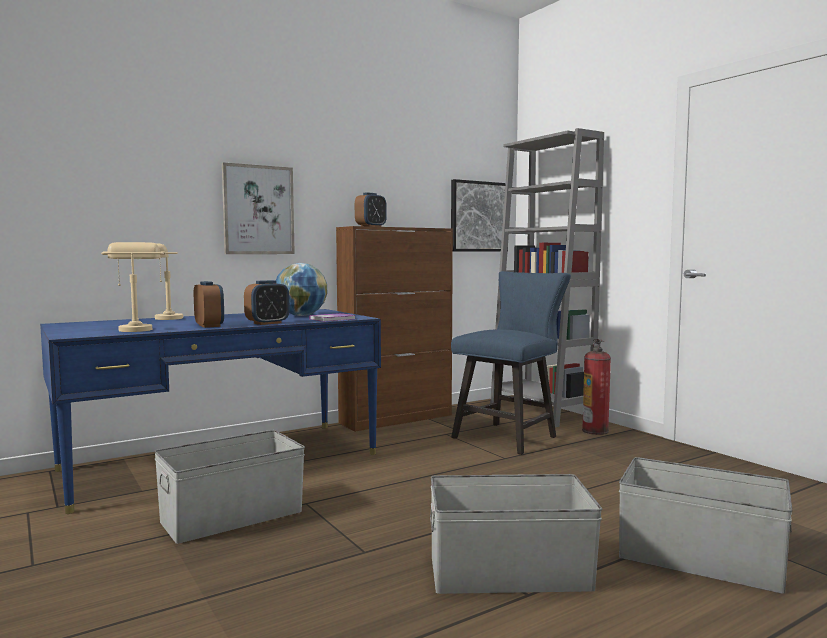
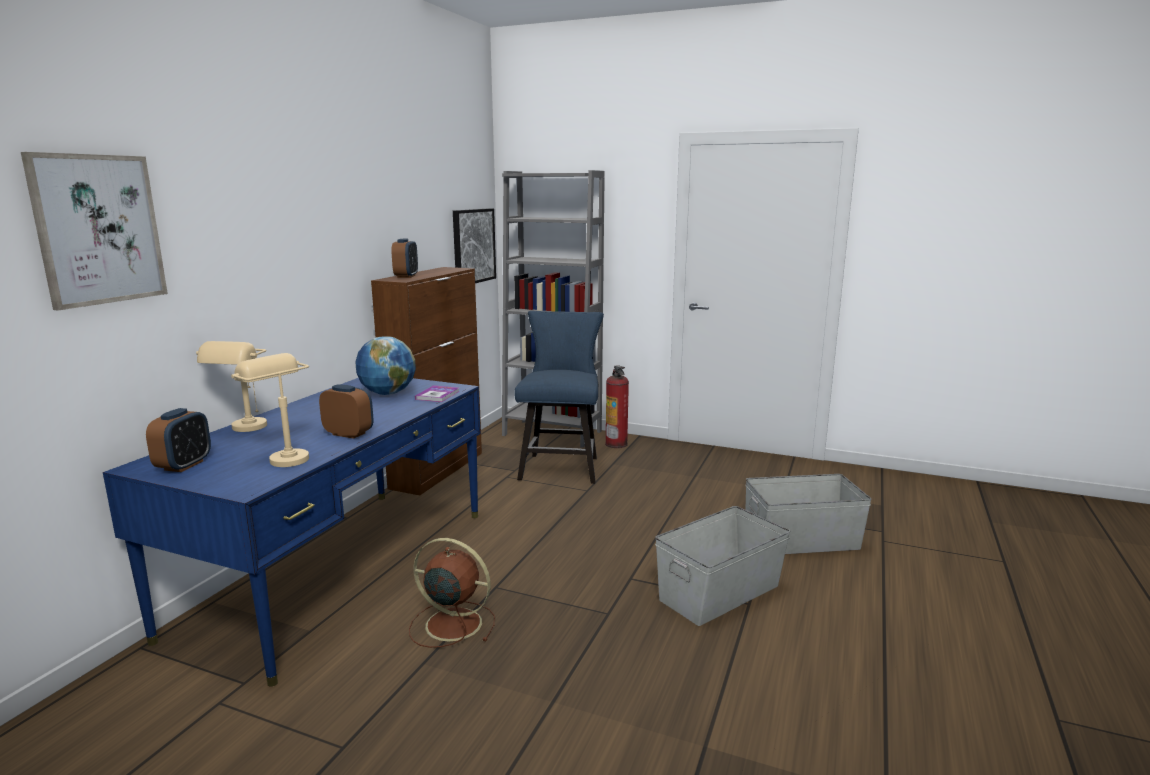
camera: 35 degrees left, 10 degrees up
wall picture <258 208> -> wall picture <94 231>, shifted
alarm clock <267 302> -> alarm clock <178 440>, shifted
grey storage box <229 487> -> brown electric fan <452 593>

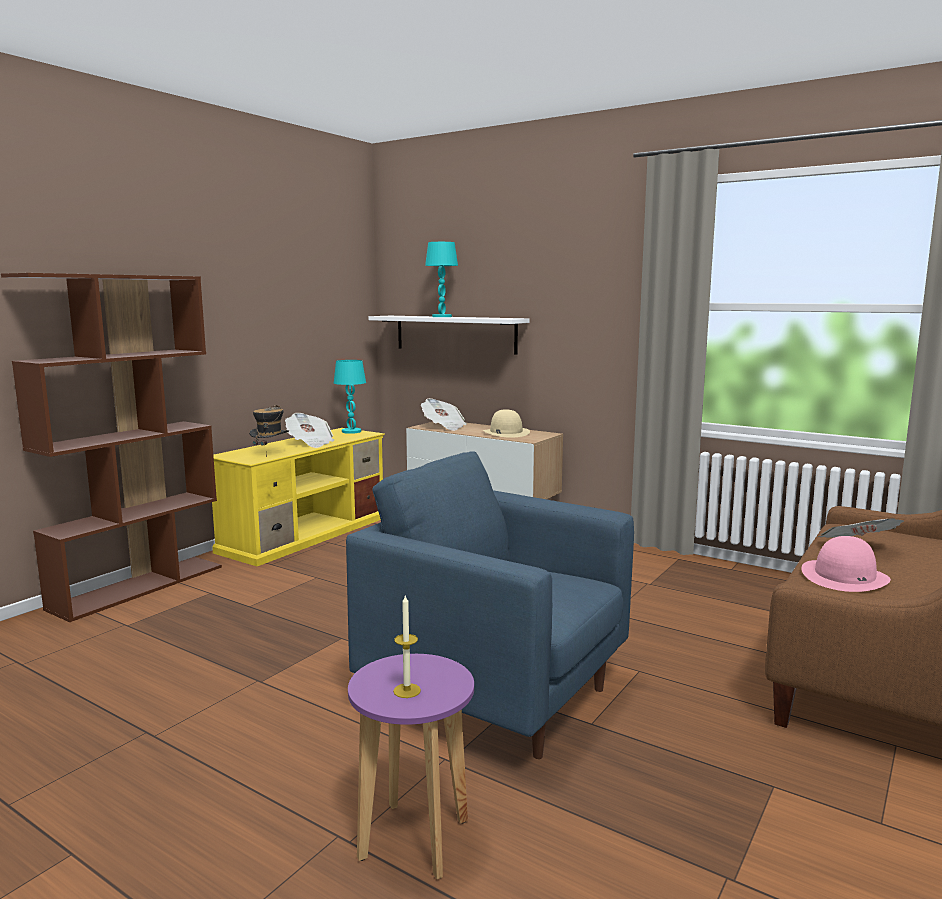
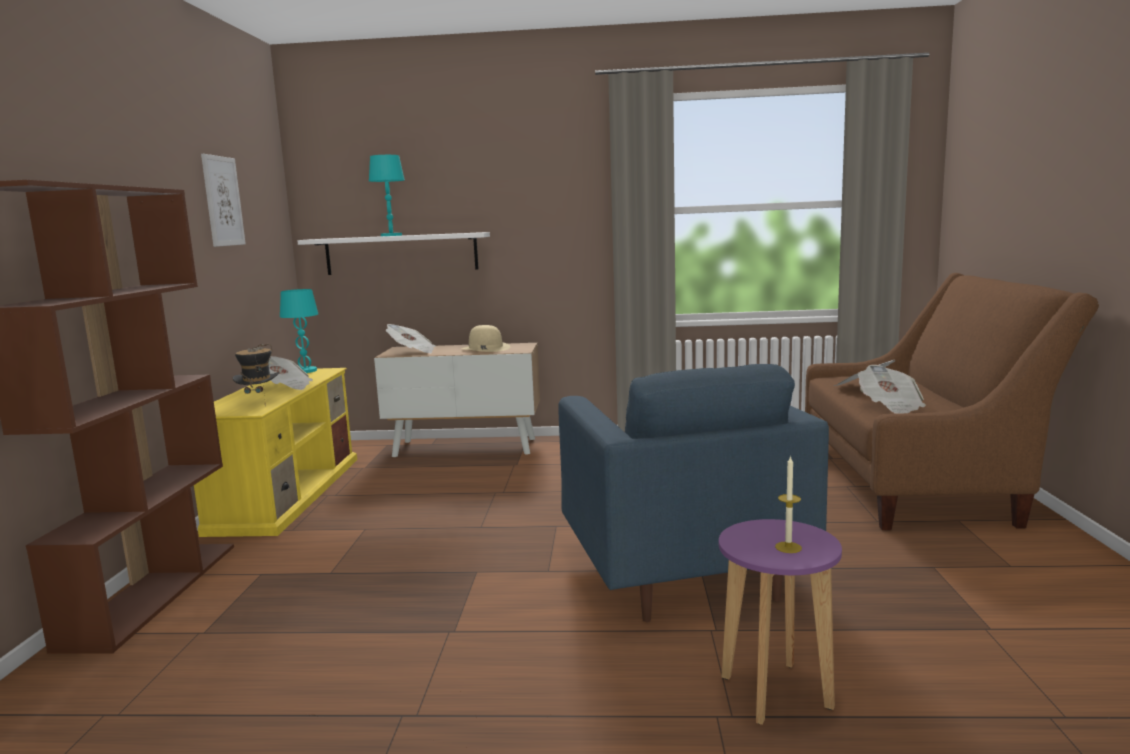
camera: 30 degrees left, 0 degrees up
none -> wall picture <223 200>
pink-coloured hat <846 564> -> daily paper <892 389>
blue lounge chair <490 605> -> blue lounge chair <693 493>, 105 degrees counterclockwise

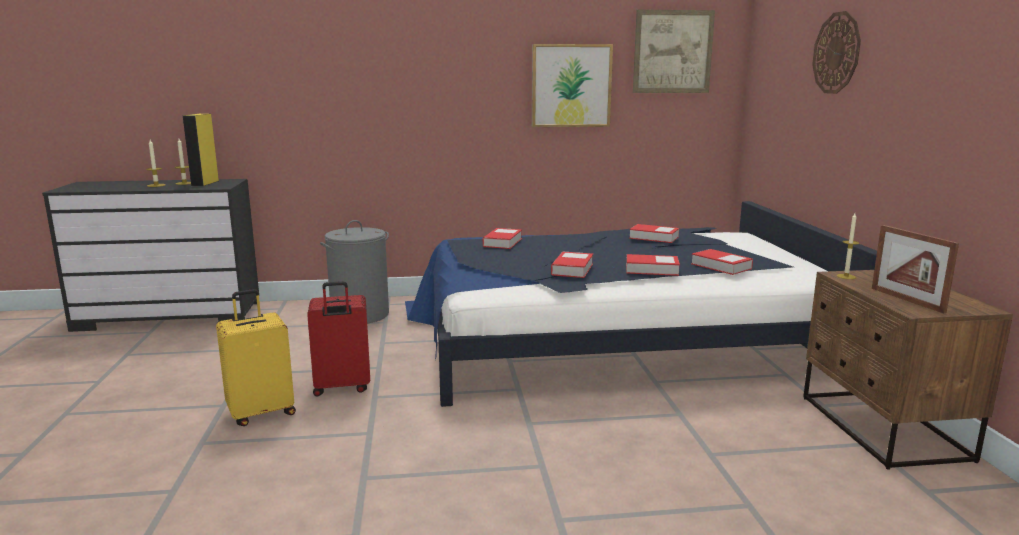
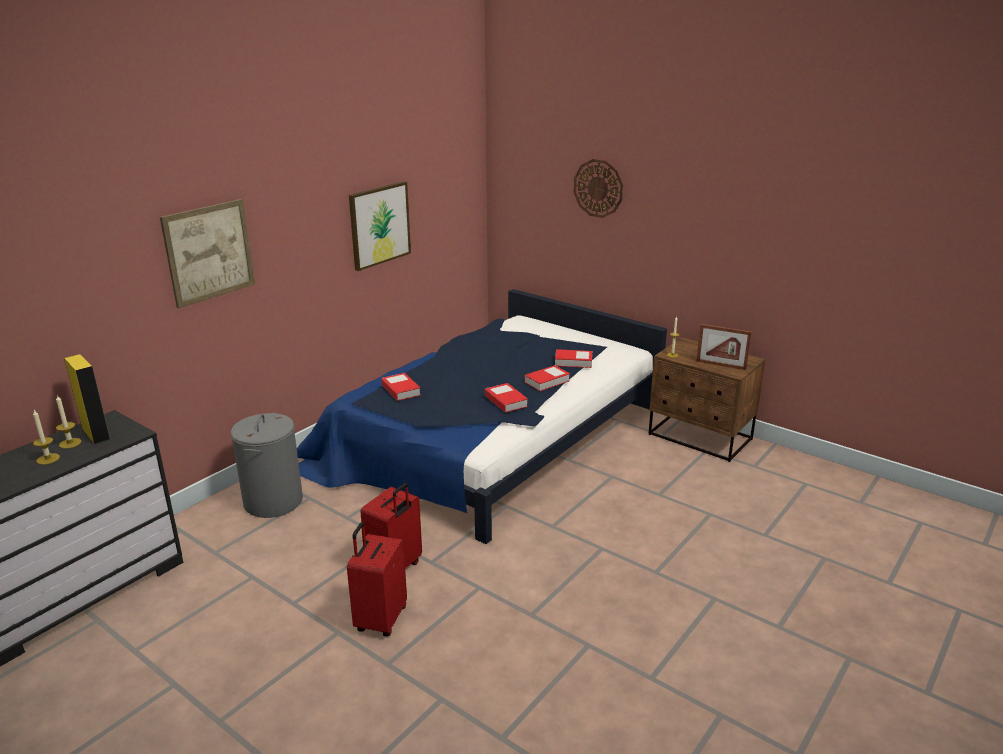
camera: 45 degrees left, 10 degrees up
volume <654 233> -> none
wall picture <674 51> -> wall picture <207 253>, shifted
yellow piece of luggage <256 357> -> red-coloured piece of luggage <377 579>

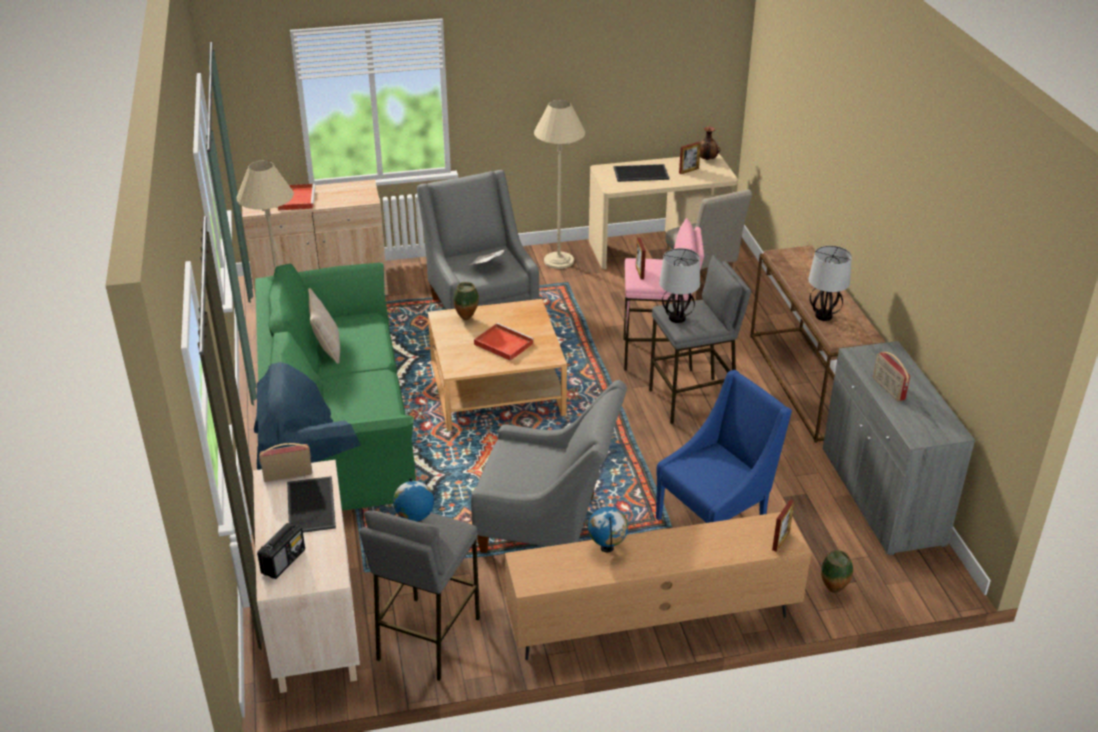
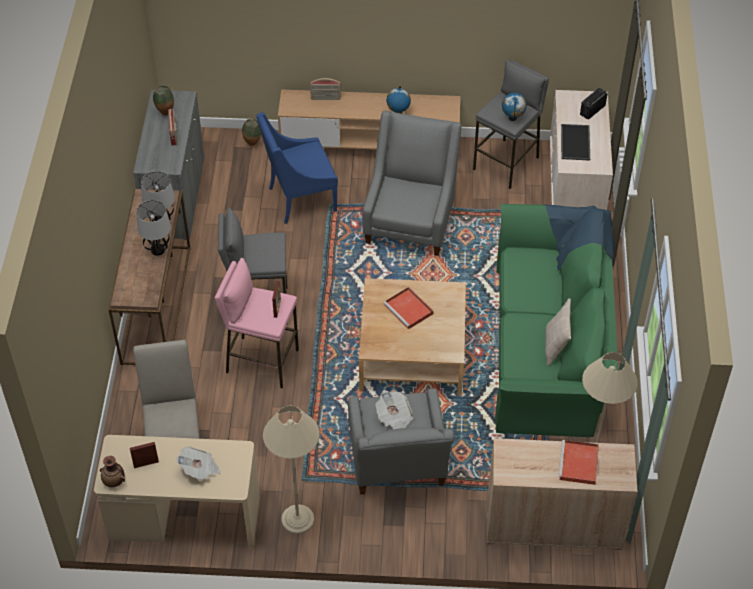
camera: 165 degrees left, 15 degrees up
photo frame <783 525> -> none
radio <286 462> -> radio <325 89>, shifted
vase <466 301> -> vase <163 100>, shifted
table lamp <679 285> -> table lamp <153 228>, shifted
serving tray <641 173> -> daily paper <198 463>
grey lounge chair <549 466> -> grey lounge chair <411 183>, 75 degrees clockwise

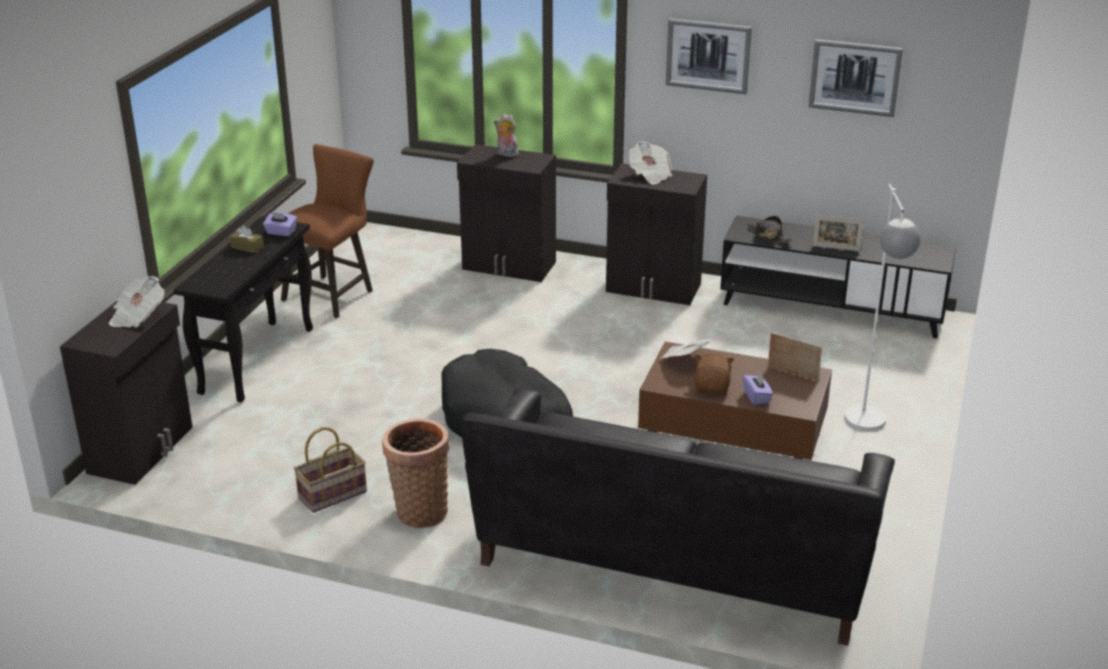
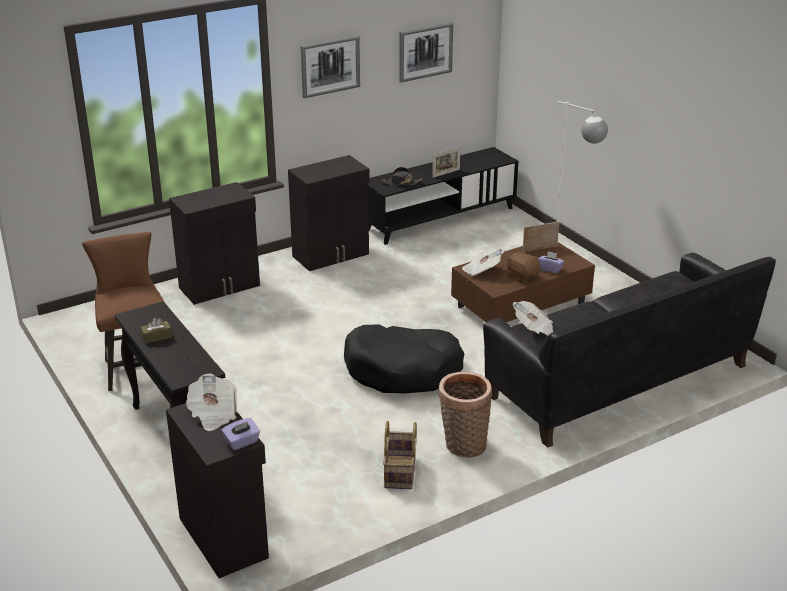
camera: 50 degrees left, 0 degrees up
plush toy <506 135> -> none
purple box of tissues <280 224> -> purple box of tissues <240 434>, shifted
daily paper <651 163> -> daily paper <533 318>, shifted

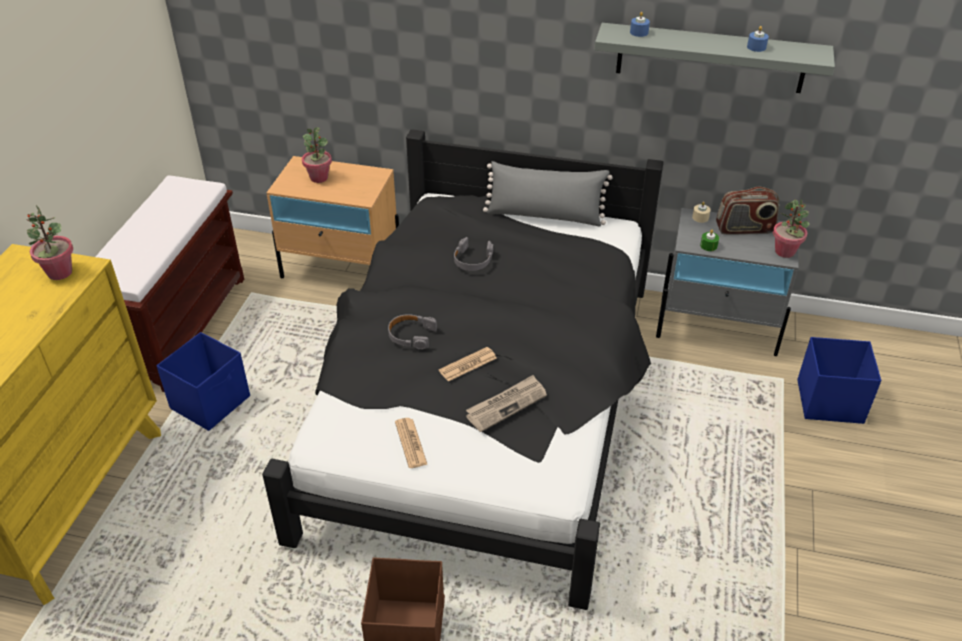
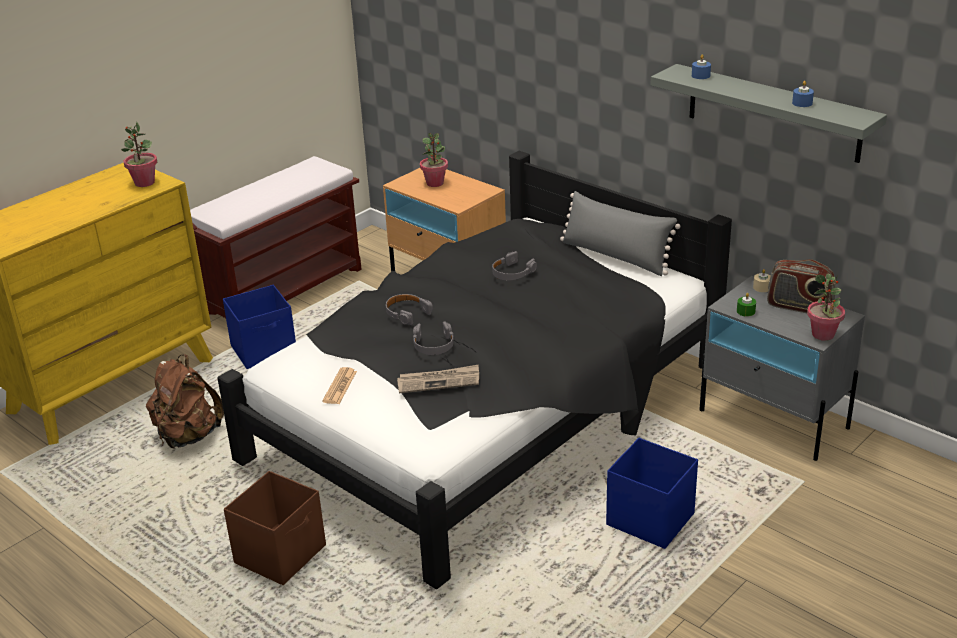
camera: 30 degrees right, 10 degrees down
none -> brown knapsack <185 401>
blue storage box <839 380> -> blue storage box <652 493>, shifted
daily paper <468 364> -> grey pair of headphones <433 338>

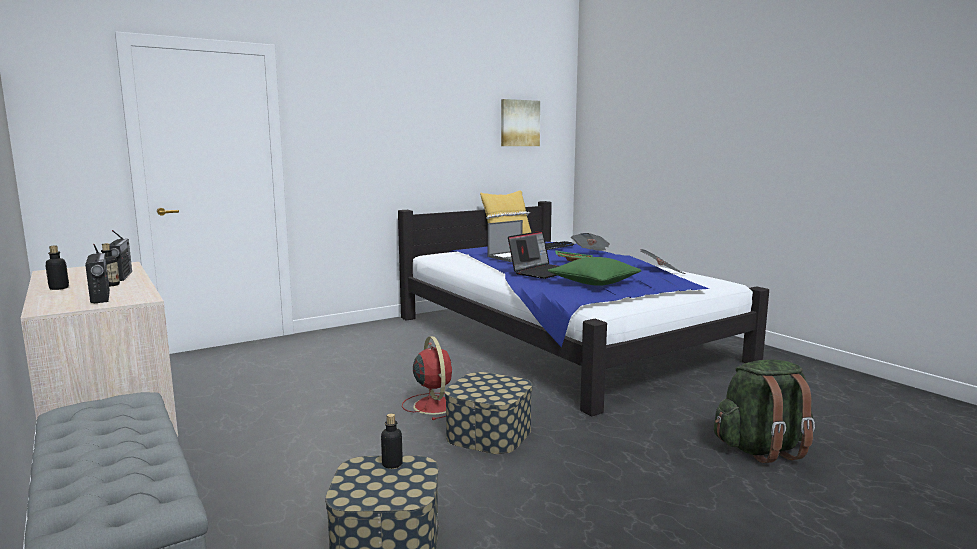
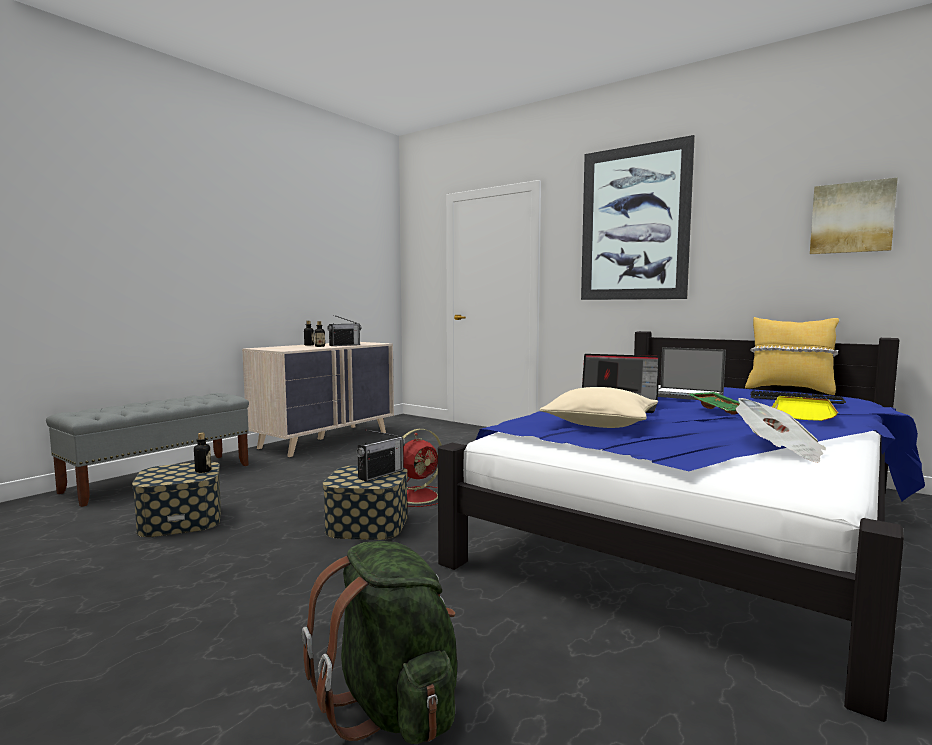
camera: 70 degrees right, 5 degrees down
none -> wall picture <638 217>
radio <97 273> -> radio <380 455>, shifted
daily paper <590 242> -> yellow serving tray <805 408>
green-coloured pillow <594 271> -> beige pillow <598 407>

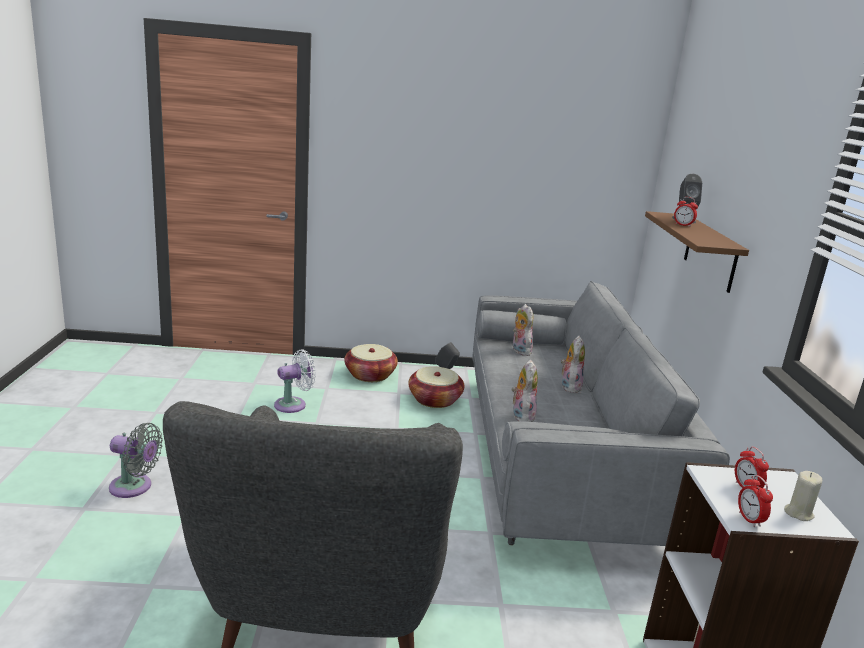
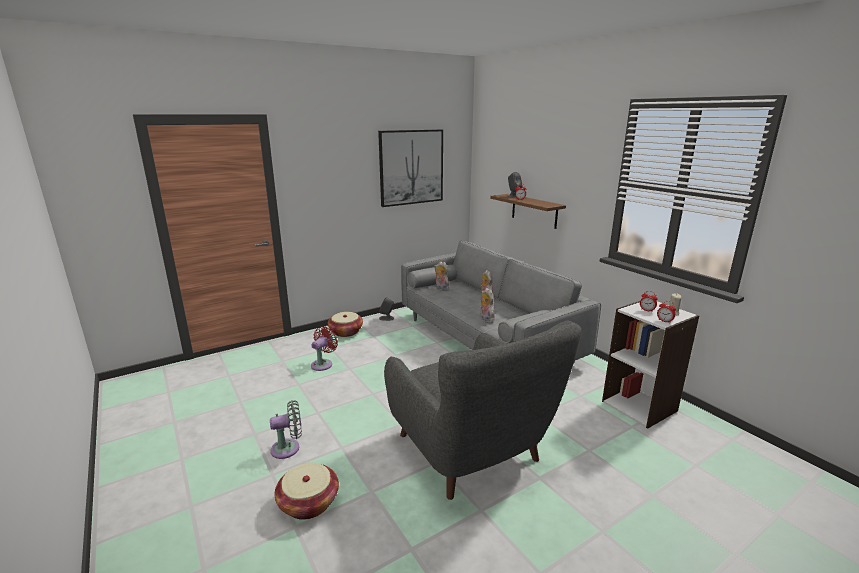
camera: 30 degrees left, 0 degrees up
none -> wall picture <410 168>
storage basket <436 387> -> storage basket <307 491>, shifted
white electric fan <295 381> -> red-coloured electric fan <324 348>

